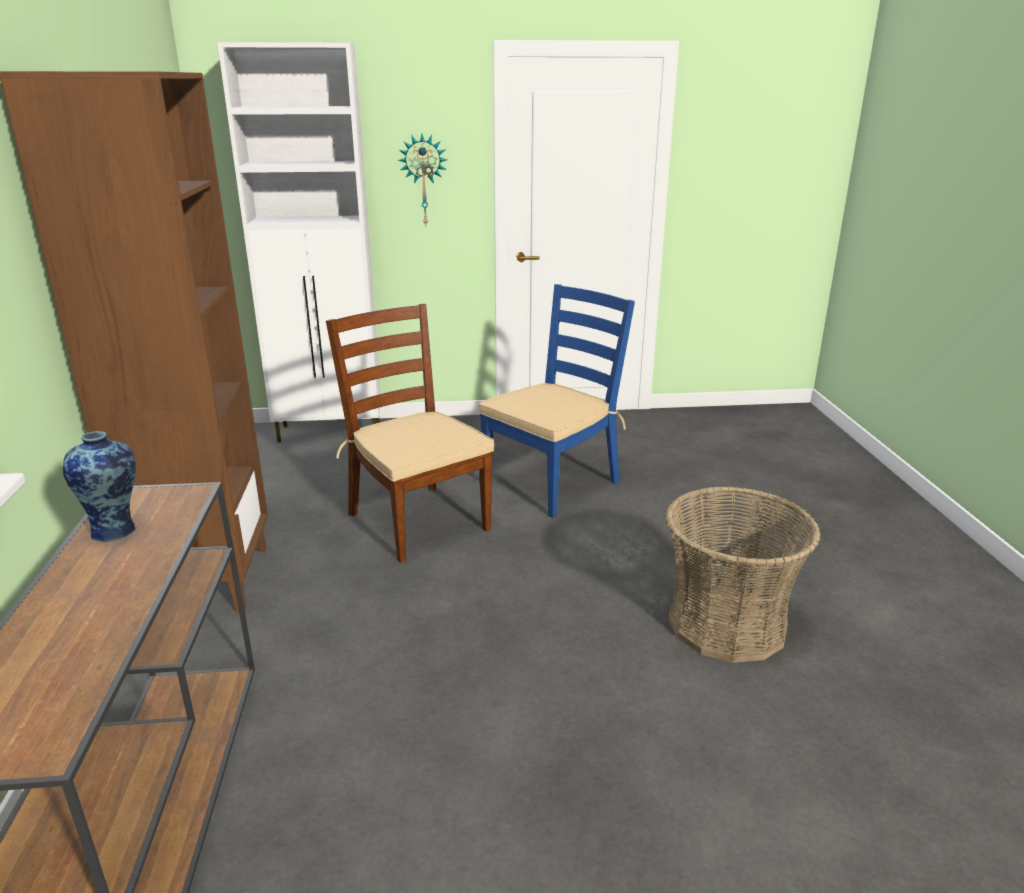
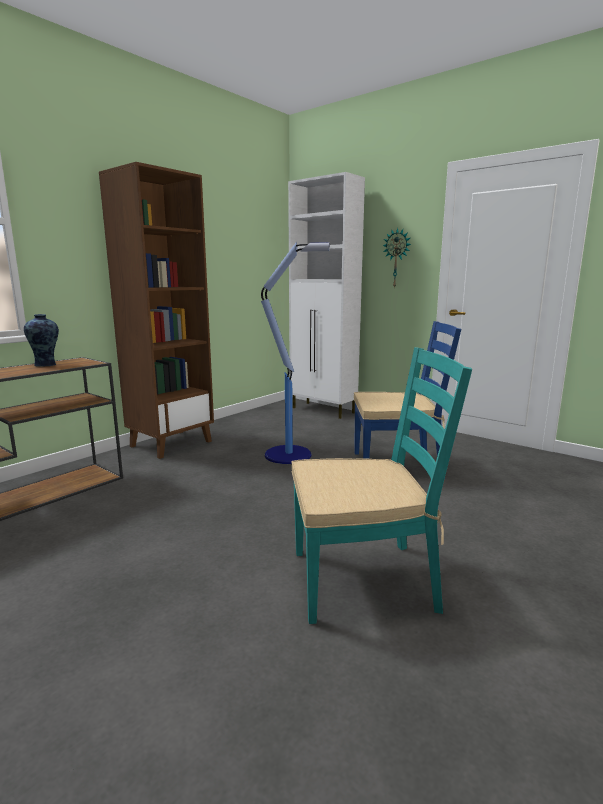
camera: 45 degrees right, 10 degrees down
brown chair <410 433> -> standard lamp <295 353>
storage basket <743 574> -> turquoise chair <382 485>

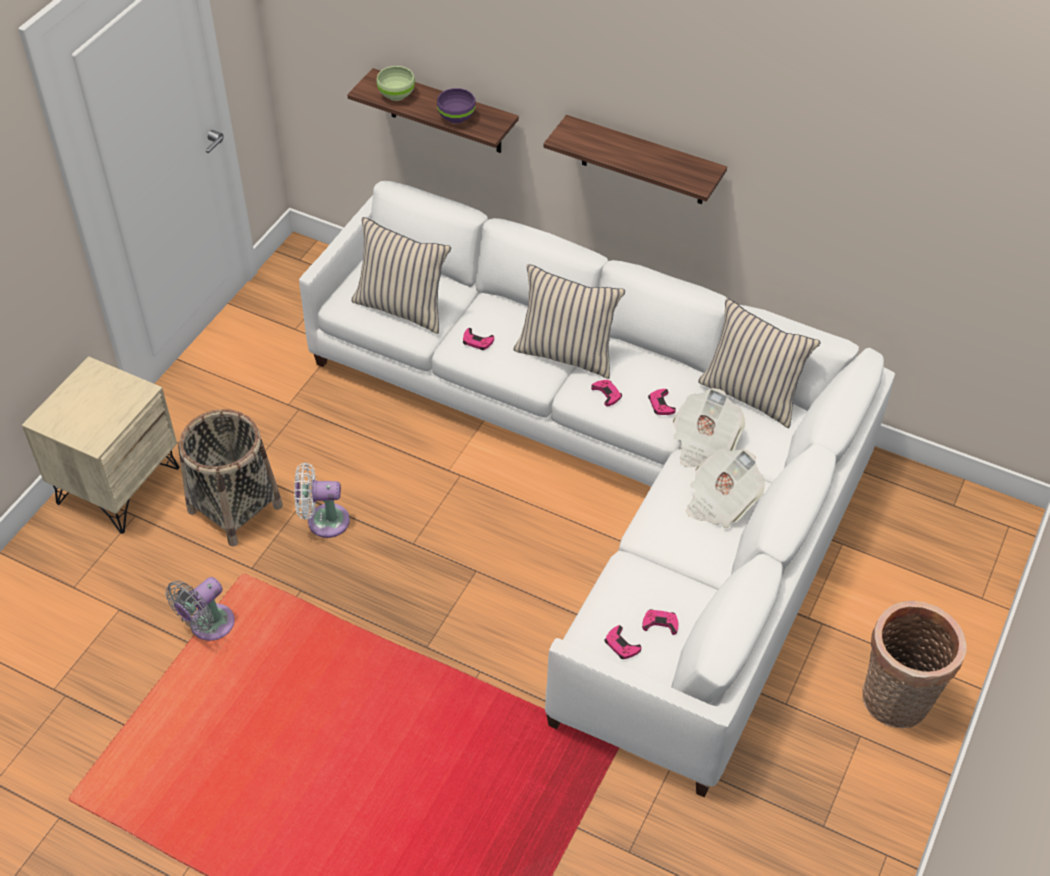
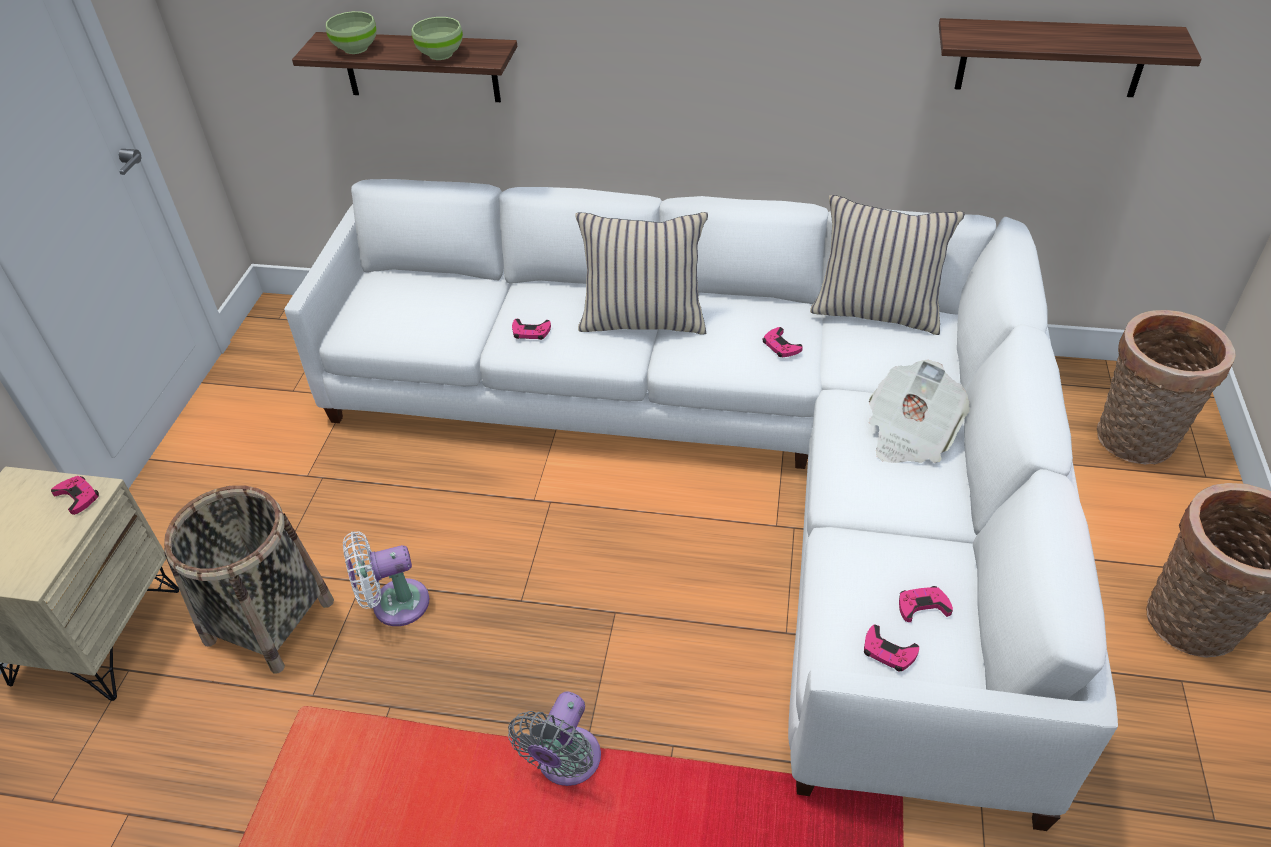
camera: 15 degrees left, 5 degrees down
beige pillow <401 275> -> none
daily paper <709 427> -> none
none -> storage basket <1166 387>
grey electric fan <200 609> -> grey electric fan <554 739>, shifted
wall shelf <635 159> -> wall shelf <1070 57>, shifted
pink-coloured gamepad <606 393> -> pink-coloured gamepad <75 495>, shifted
purple serving bowl <456 105> -> green-coloured serving bowl <437 38>

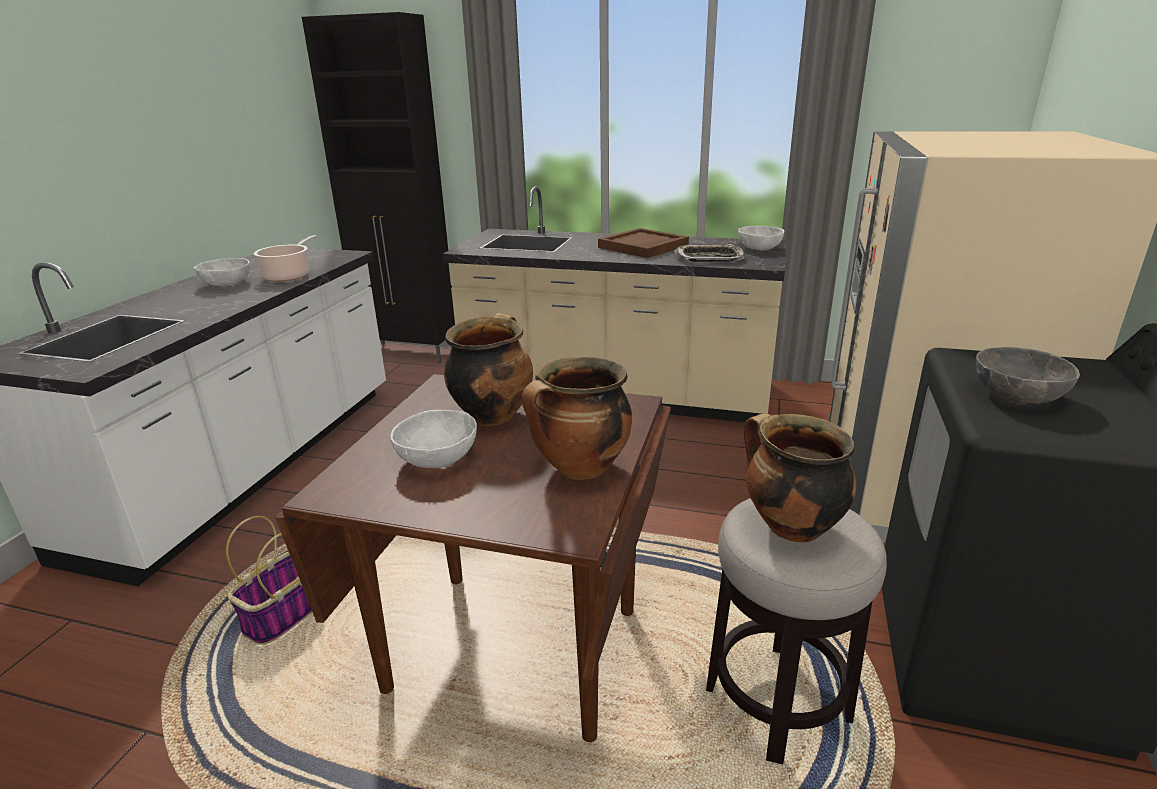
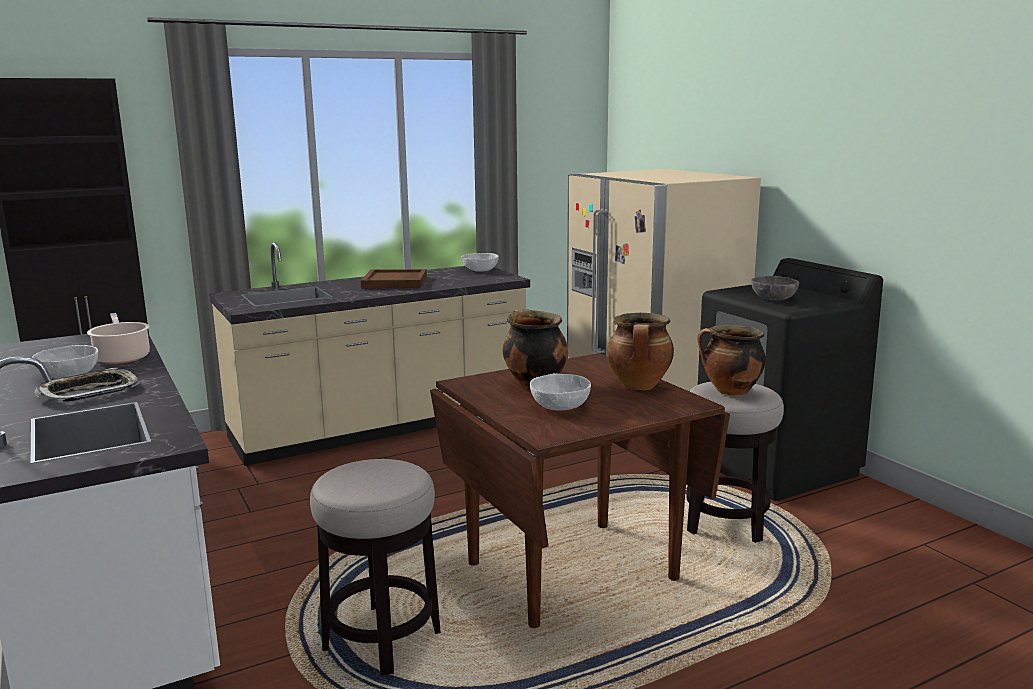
camera: 45 degrees left, 10 degrees down
serving tray <709 253> -> serving tray <87 385>, shifted
storage basket <269 580> -> stool <375 567>

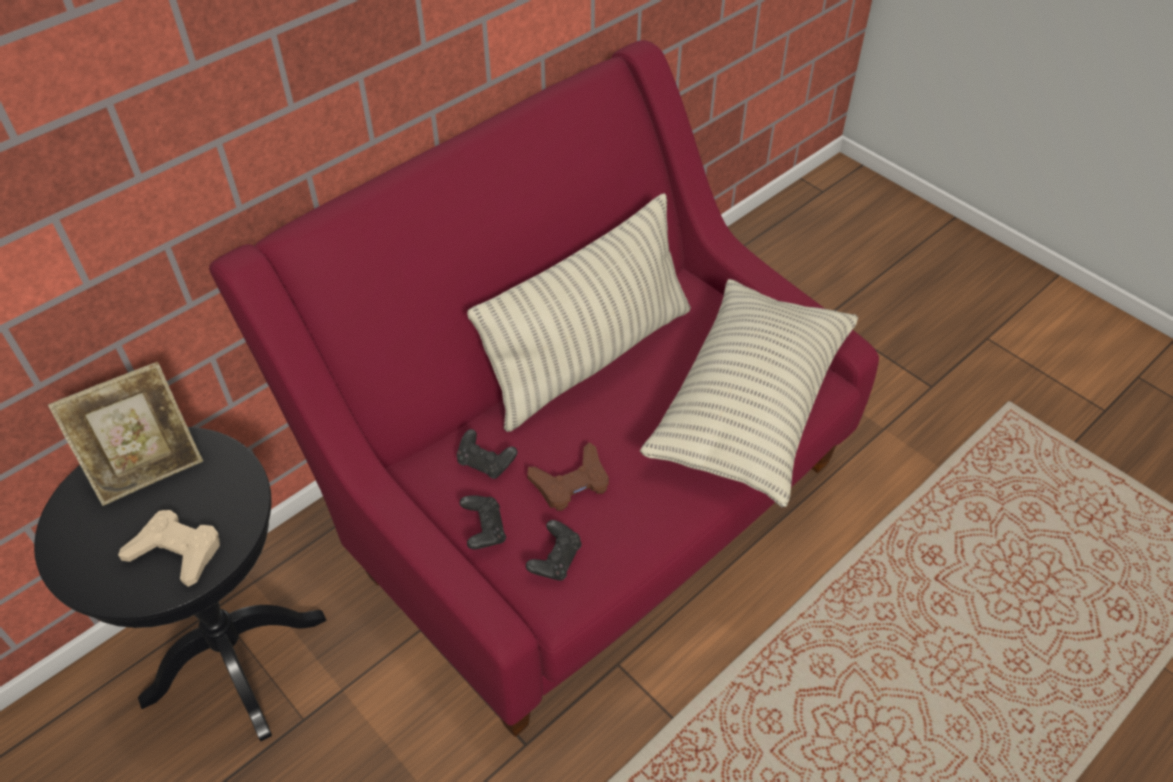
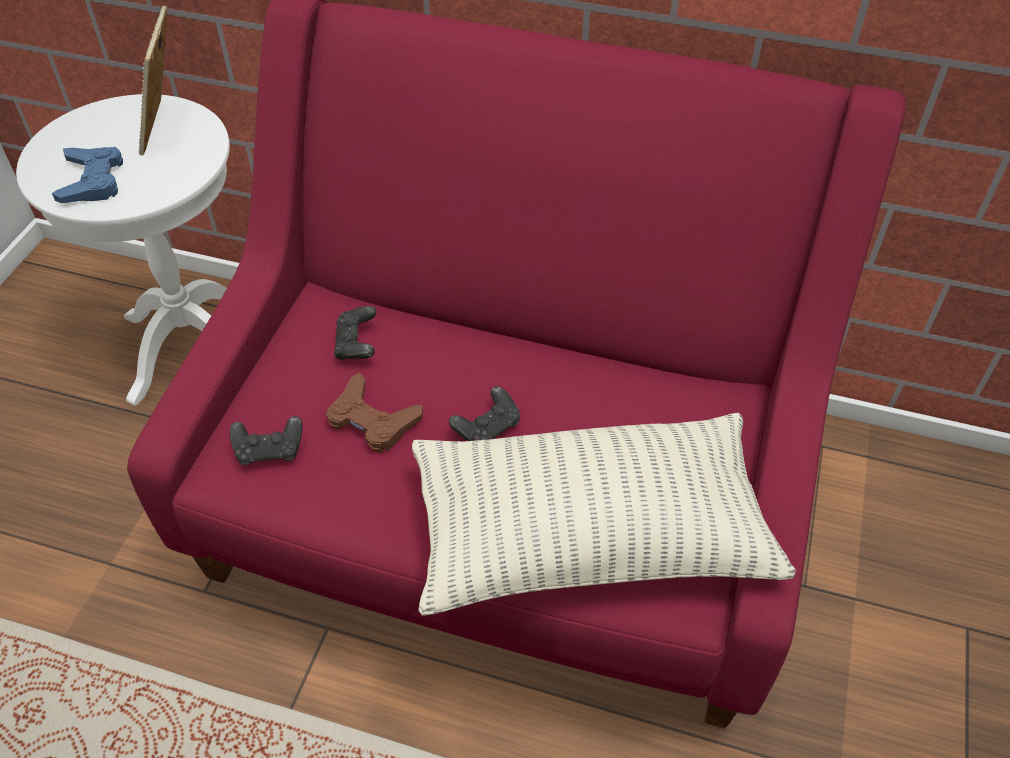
camera: 60 degrees right, 0 degrees up
pillow <579 312> -> none
black gamepad <483 522> -> black gamepad <484 413>, shifted
black side table <180 584> -> white side table <123 250>
beige gamepad <169 548> -> blue gamepad <87 175>
photo frame <125 434> -> photo frame <152 80>, 60 degrees clockwise

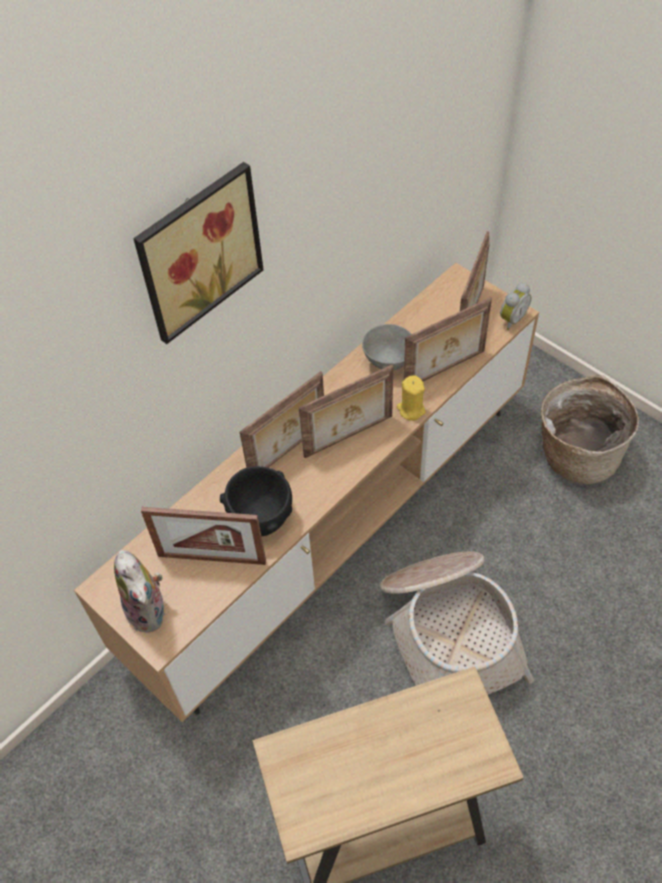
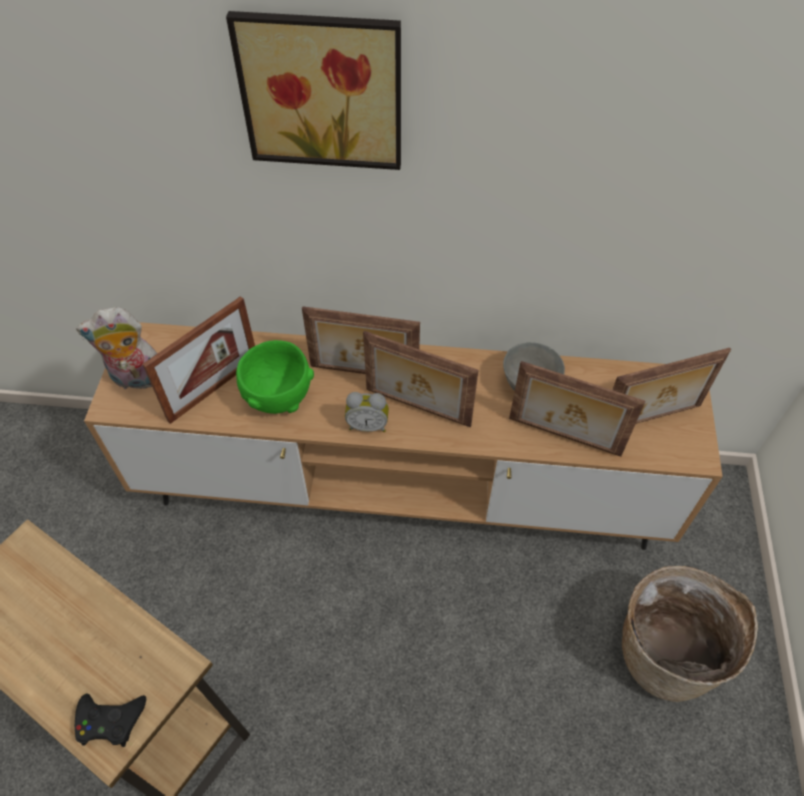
camera: 50 degrees right, 0 degrees up
storage basket <457 622> -> none
yellow candle <411 398> -> none
none -> black gamepad <110 720>
alarm clock <515 306> -> alarm clock <367 412>, shifted
black serving bowl <256 501> -> green-coloured serving bowl <275 377>
plush toy <139 591> -> plush toy <116 348>, 60 degrees clockwise
photo frame <203 536> -> photo frame <198 360>, 105 degrees counterclockwise

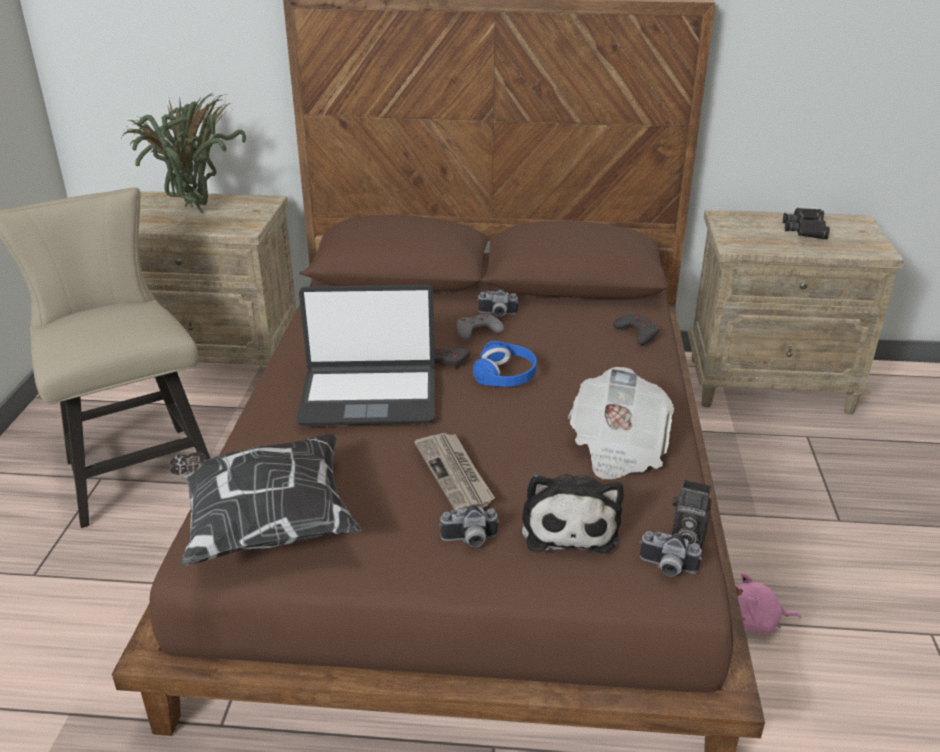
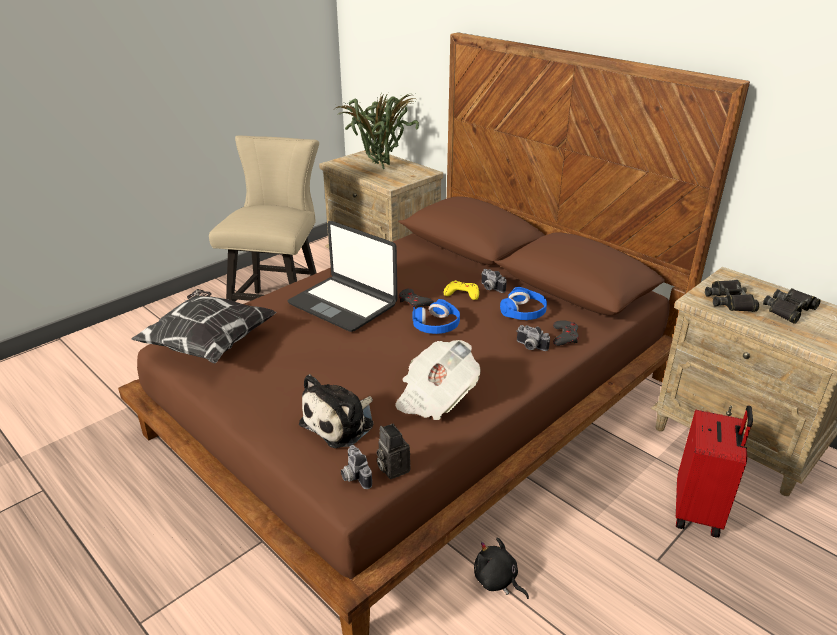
camera: 40 degrees right, 0 degrees up
daily paper <454 471> -> none
none -> blue pair of headphones <523 303>
none -> red-coloured piece of luggage <714 471>
none -> black pair of binoculars <732 296>
still camera <469 526> -> still camera <533 338>, shifted
grey gamepad <480 327> -> yellow gamepad <461 290>
pink-coloured plush toy <768 603> -> black plush toy <501 568>

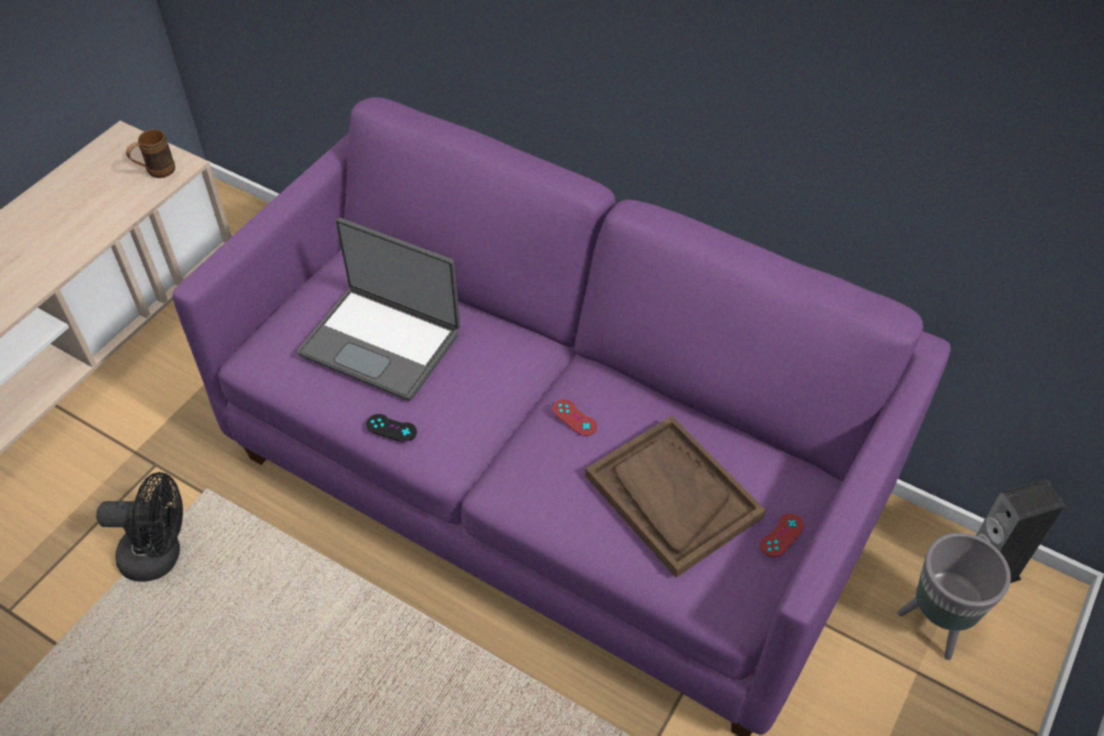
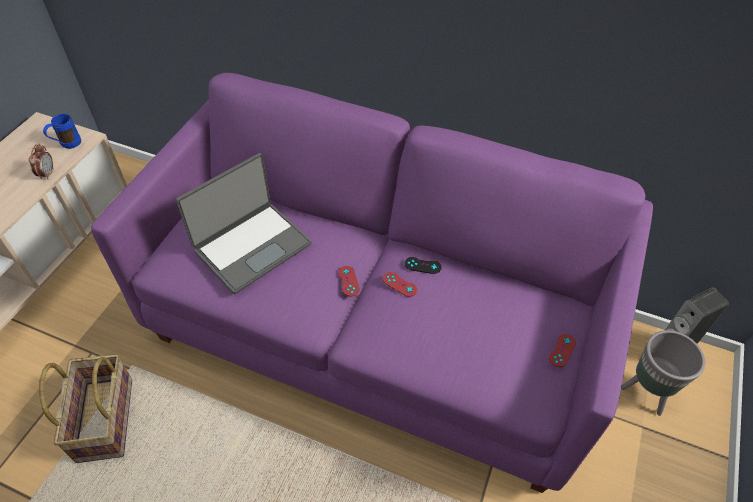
camera: 10 degrees left, 0 degrees up
brown serving tray <675 496> -> none
none -> alarm clock <41 162>
none -> red-coloured gamepad <349 281>
black gamepad <391 428> -> black gamepad <423 265>, shifted
black electric fan <139 527> -> storage basket <85 408>
brown tea mug <150 153> -> blue tea mug <62 131>
notebook computer <378 309> -> notebook computer <244 223>, 60 degrees counterclockwise

